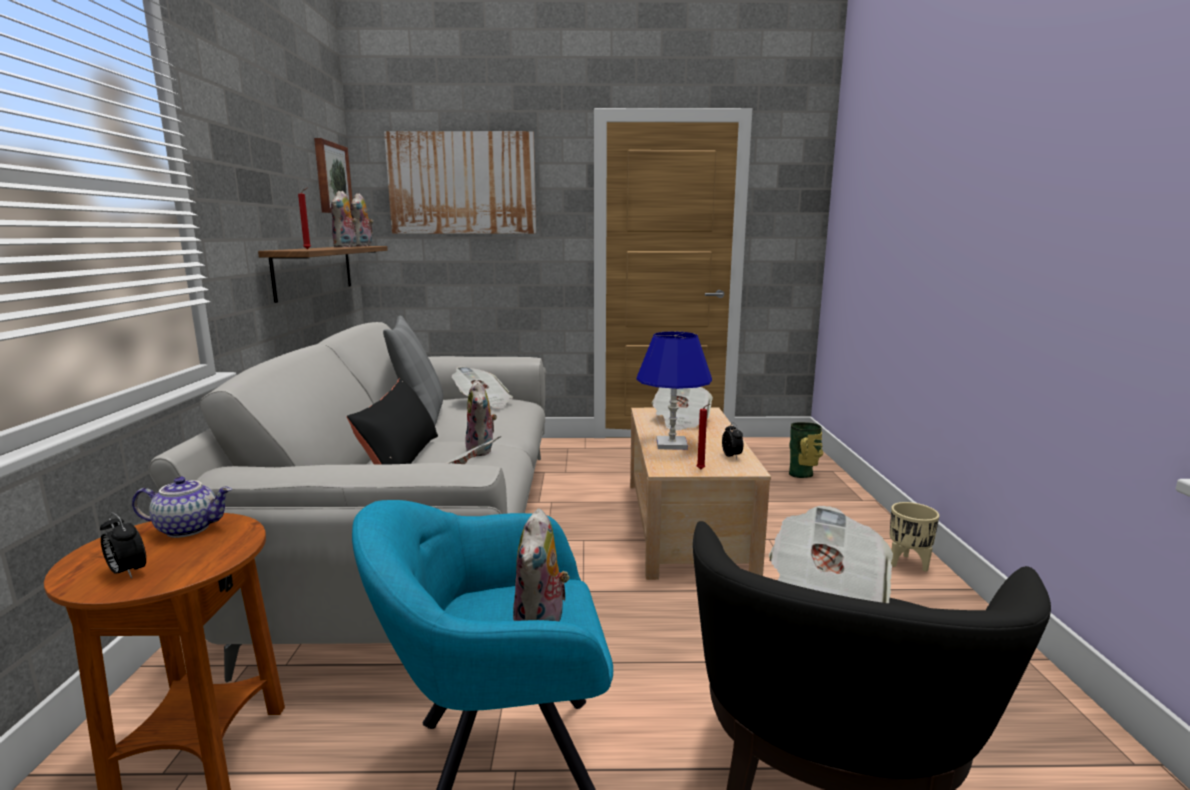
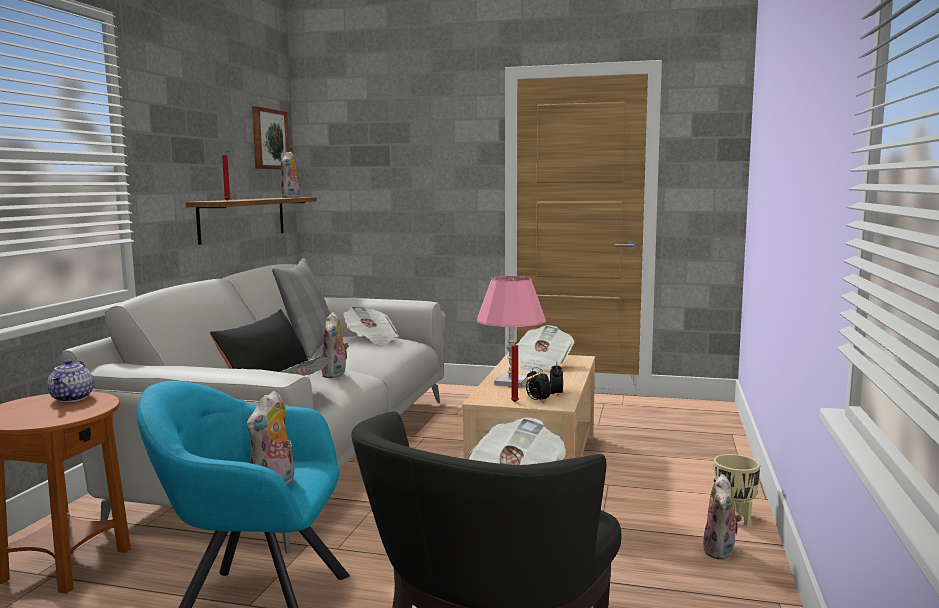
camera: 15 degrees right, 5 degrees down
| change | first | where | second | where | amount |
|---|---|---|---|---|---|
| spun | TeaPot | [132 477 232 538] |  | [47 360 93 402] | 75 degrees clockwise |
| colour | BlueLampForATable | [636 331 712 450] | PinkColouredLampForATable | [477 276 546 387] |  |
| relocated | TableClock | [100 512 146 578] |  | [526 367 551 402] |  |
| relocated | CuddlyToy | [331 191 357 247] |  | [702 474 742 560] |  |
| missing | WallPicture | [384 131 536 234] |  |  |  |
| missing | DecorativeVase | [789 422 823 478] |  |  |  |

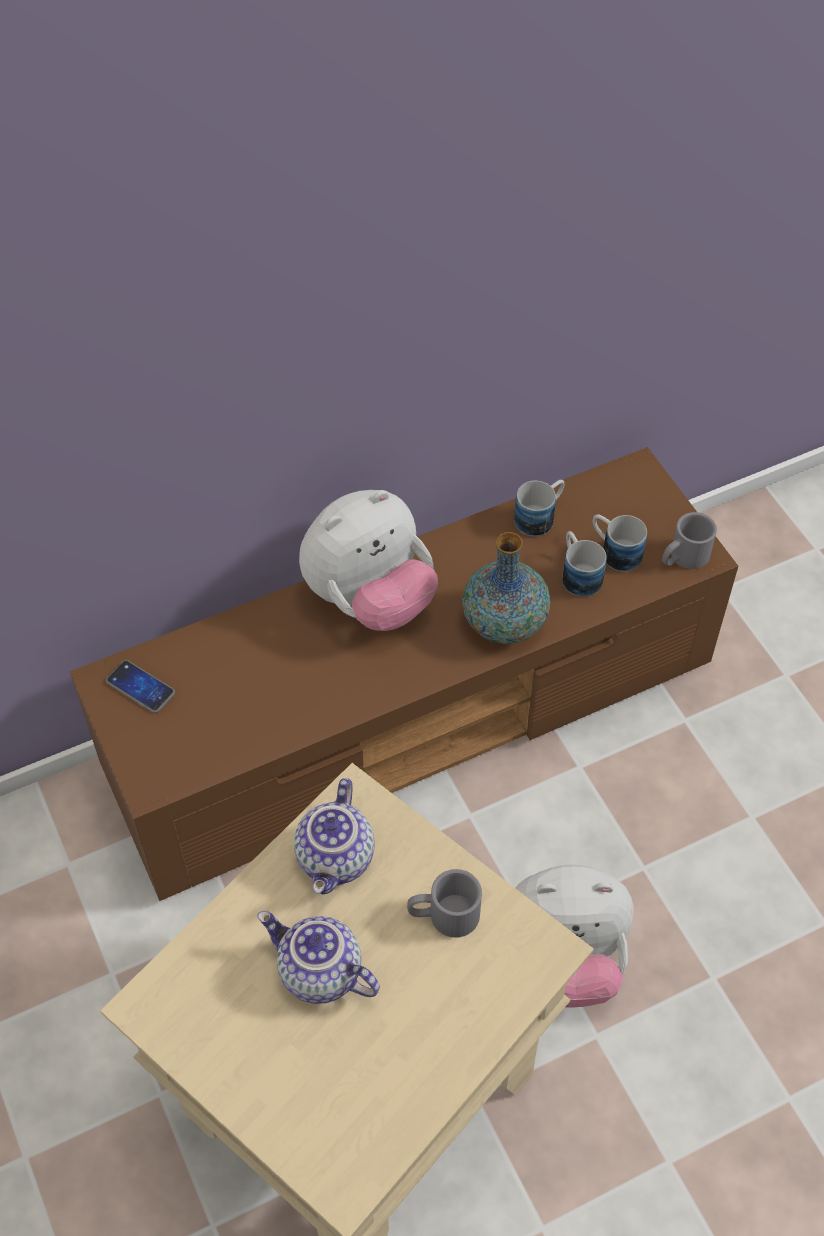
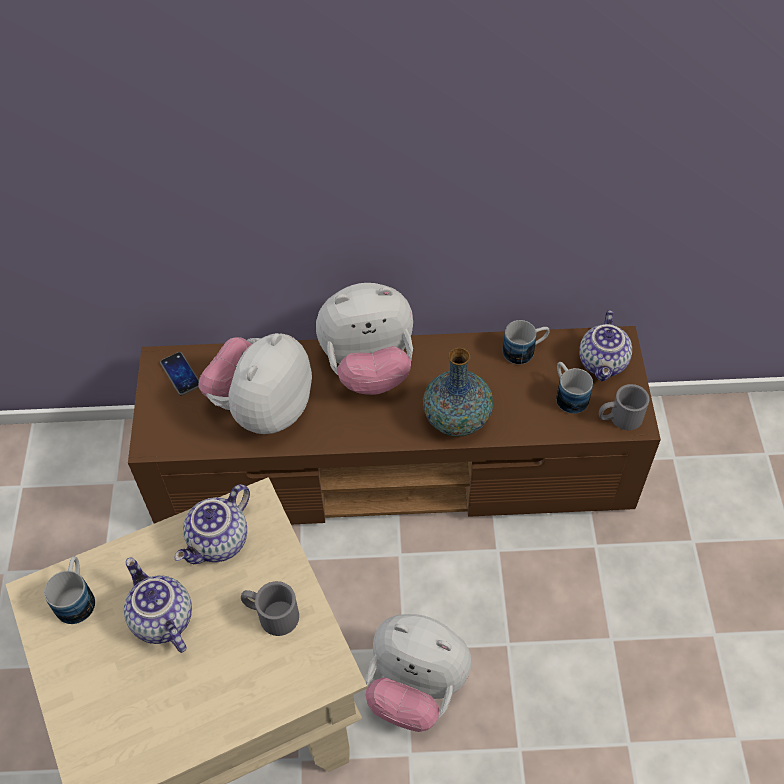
camera: 25 degrees right, 0 degrees up
| change | first | where | second | where | amount |
|---|---|---|---|---|---|
| relocated | Mug | [562 531 607 597] |  | [44 556 95 624] |  |
| appeared |  |  | CuddlyToy | [198 333 312 434] |  |
| appeared |  |  | TeaPot | [579 310 632 381] |  |

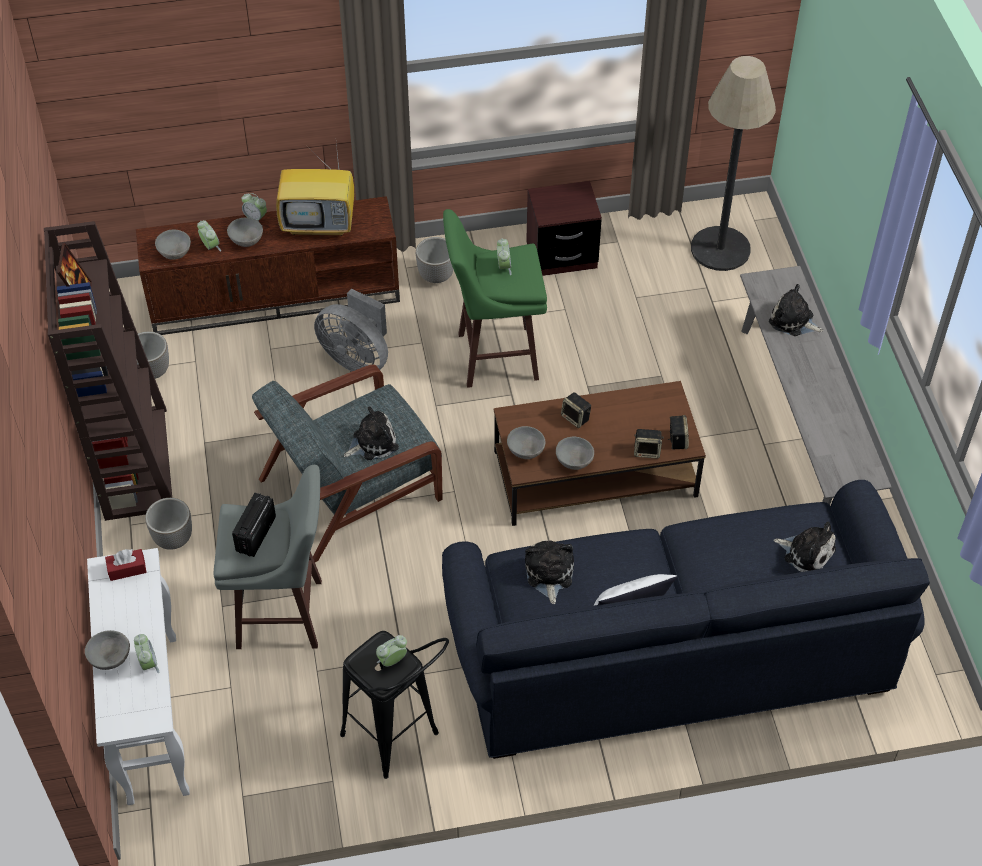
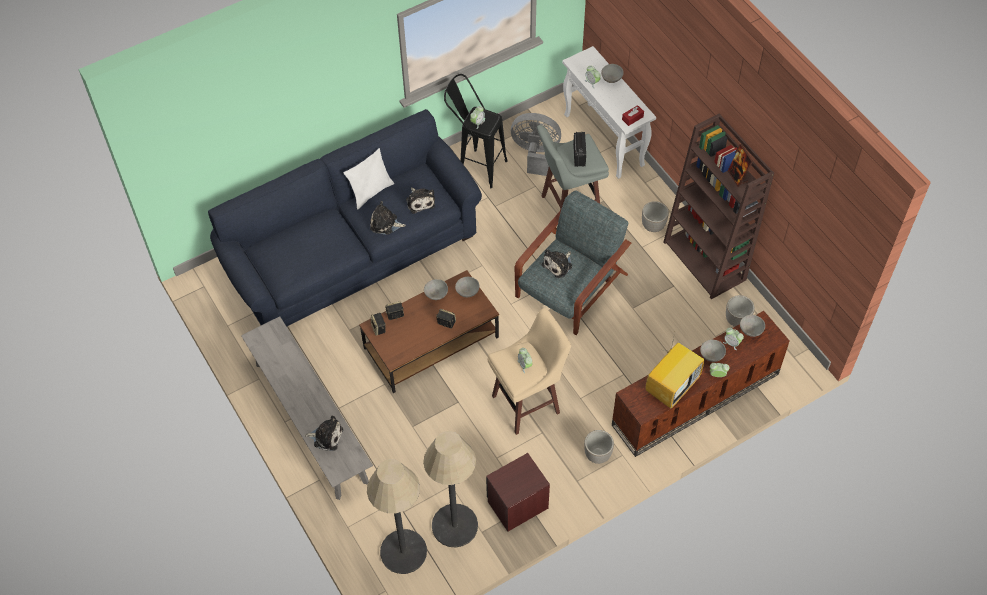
camera: 160 degrees right, 5 degrees up
| change | first | where | second | where | amount |
|---|---|---|---|---|---|
| relocated | CuddlyToy | [773 522 836 572] |  | [370 201 406 235] |  |
| appeared |  |  | StandardLamp | [423 431 478 548] |  |
| colour | GreenColouredStoolSeat | [443 209 547 388] | BeigeColouredStoolSeat | [488 308 571 435] |  |
| relocated | GreyishElectricFan | [314 288 388 372] |  | [511 113 561 176] |  |
| spun | Tv | [276 144 354 236] |  | [646 333 704 409] | 150 degrees clockwise |

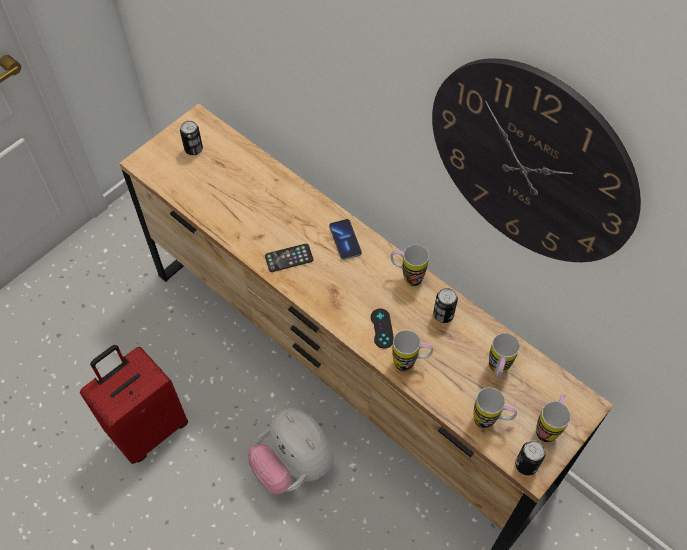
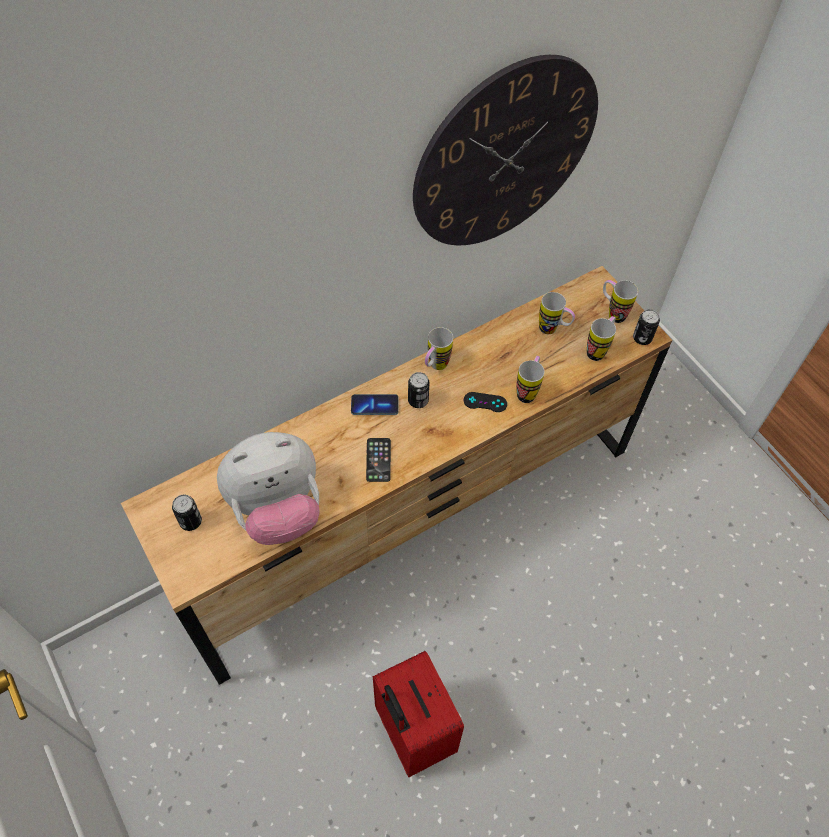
camera: 75 degrees left, 0 degrees up
| change | first | where | second | where | amount |
|---|---|---|---|---|---|
| relocated | CuddlyToy | [248 408 334 495] |  | [217 432 319 545] |  |
| relocated | Can | [433 288 458 323] |  | [408 372 430 408] |  |

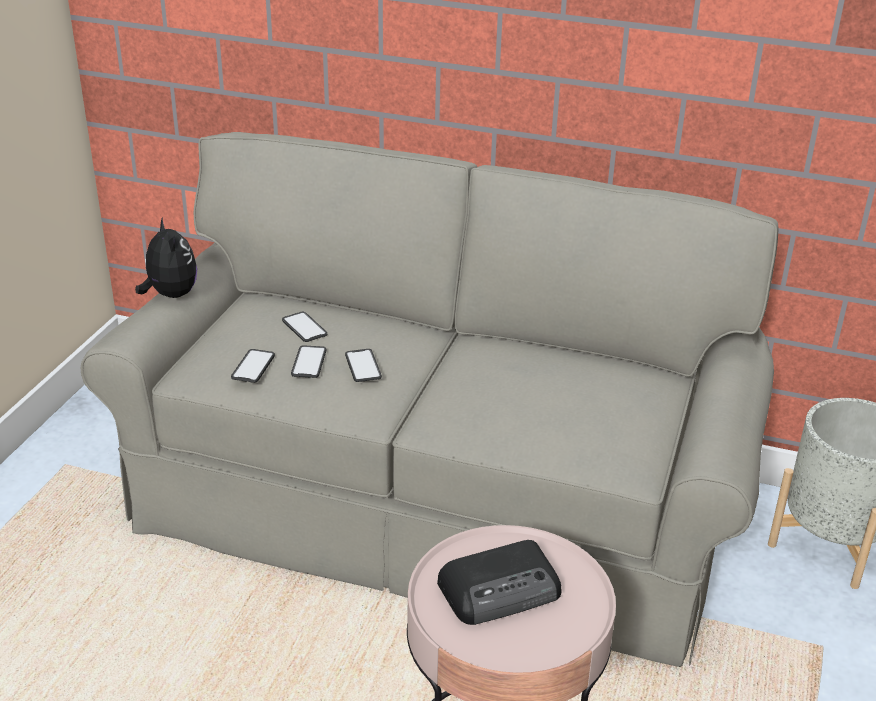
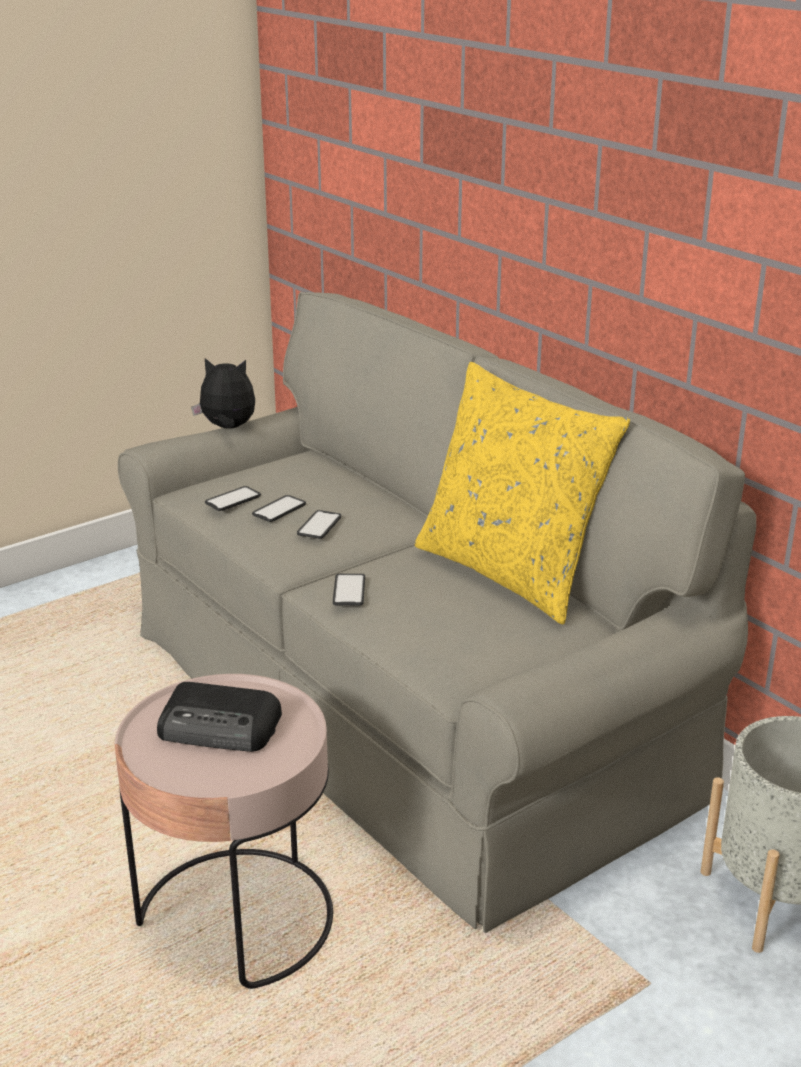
camera: 35 degrees right, 5 degrees down
| change | first | where | second | where | amount |
|---|---|---|---|---|---|
| spun | CuddlyToy | [135 217 197 298] |  | [191 358 255 428] | 90 degrees counterclockwise |
| relocated | Phone | [282 312 327 342] |  | [333 574 365 606] |  |
| appeared |  |  | YellowColouredPillow | [415 362 630 625] |  |

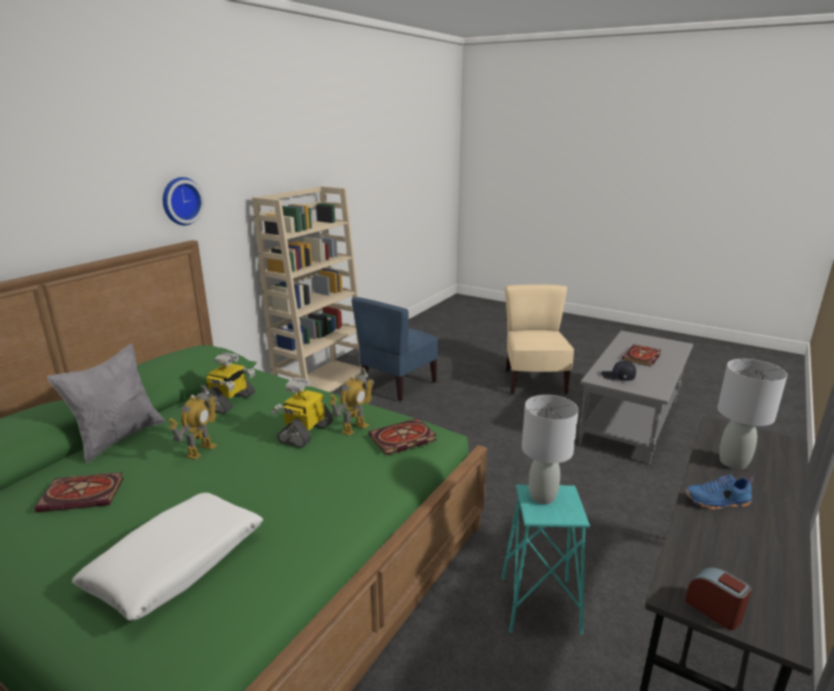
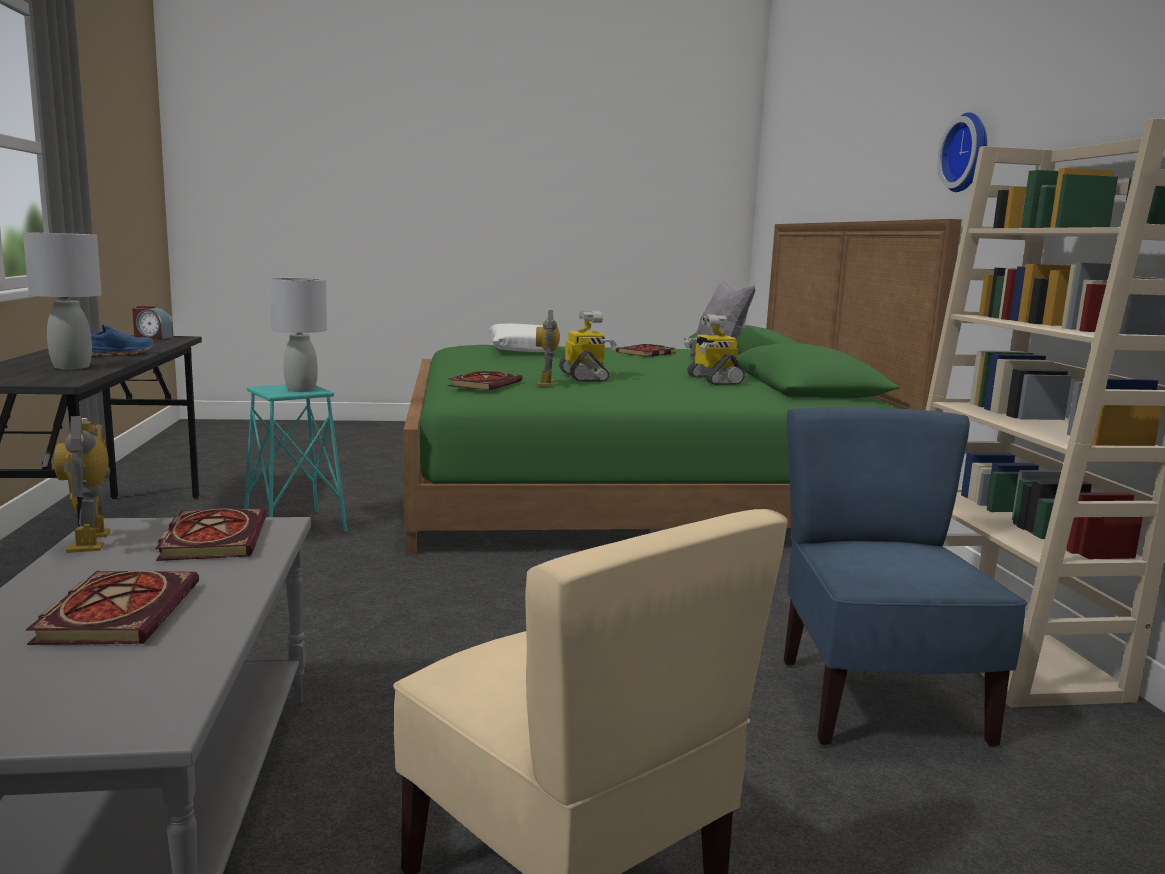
camera: 140 degrees right, 10 degrees down
| change | first | where | second | where | amount |
|---|---|---|---|---|---|
| relocated | ToyRobot | [169 384 218 460] |  | [54 416 110 553] |  |
| exchanged | BlackishBaseballCap | [601 361 636 381] | Book | [155 508 266 561] |  |

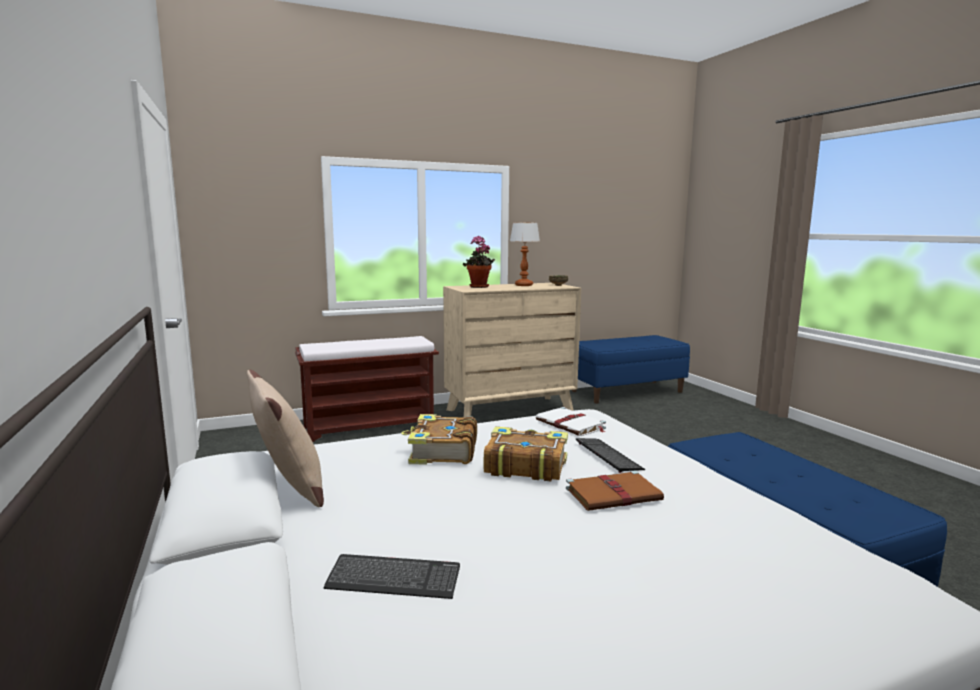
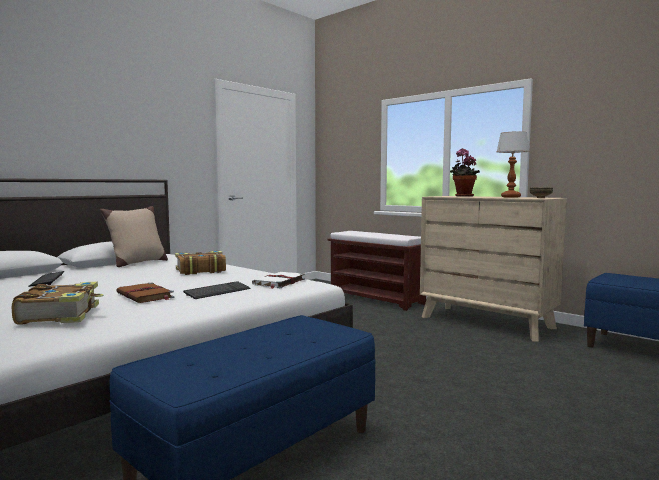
camera: 65 degrees right, 5 degrees down
| change | first | where | second | where | amount |
|---|---|---|---|---|---|
| relocated | Book | [484 427 568 482] |  | [12 282 103 325] |  |

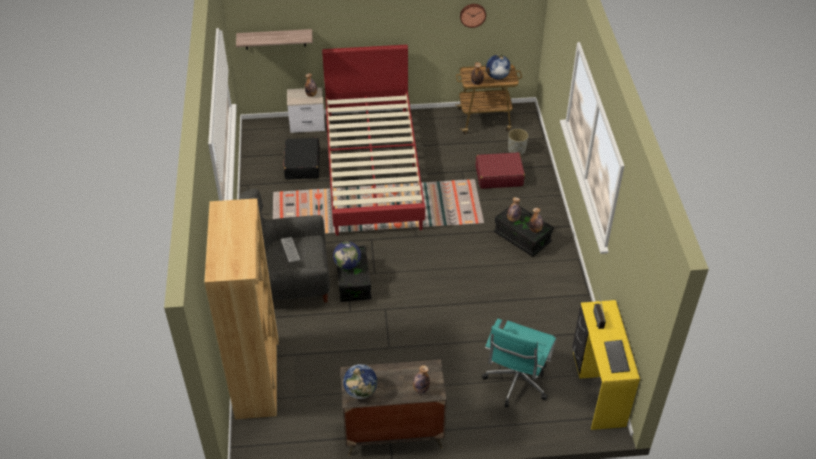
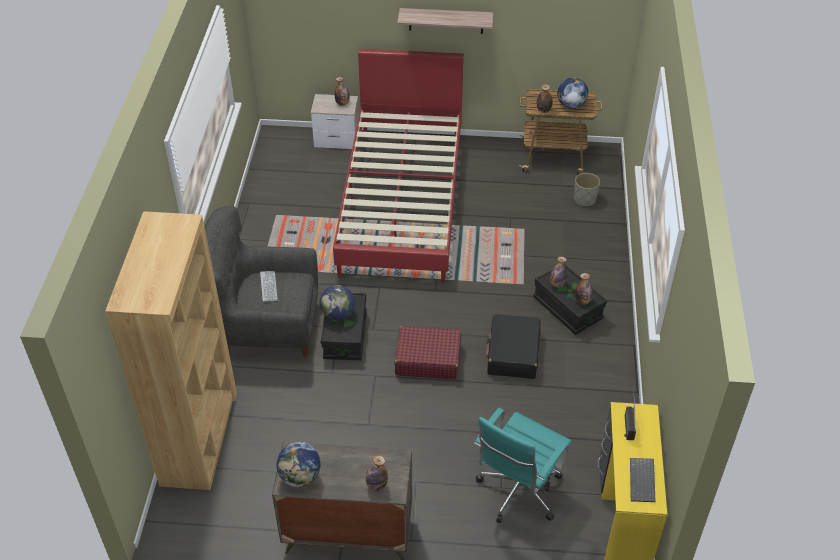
camera: 10 degrees right, 0 degrees up
| change | first | where | second | where | amount |
|---|---|---|---|---|---|
| relocated | RedColouredSuitcase | [475 152 525 189] |  | [395 326 461 379] |  |
| relocated | BracketShelf | [236 29 313 50] |  | [397 8 493 34] |  |
| relocated | BlackishSuitcase | [282 138 320 179] |  | [486 314 541 379] |  |
| missing | HangingClock | [460 4 486 28] |  |  |  |

